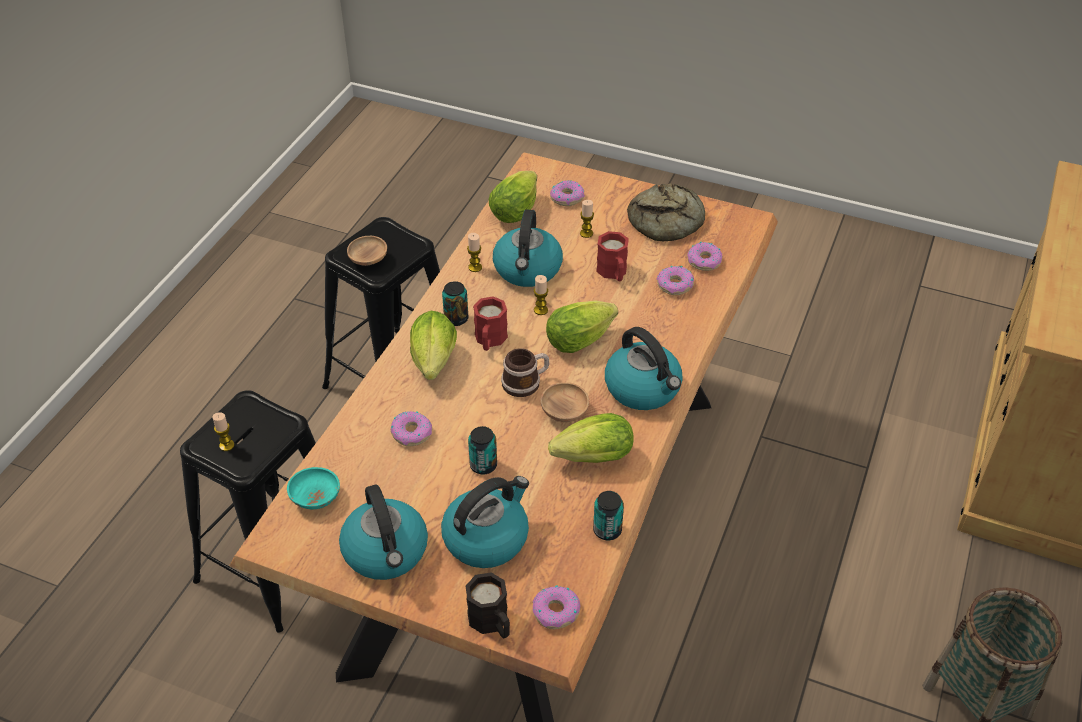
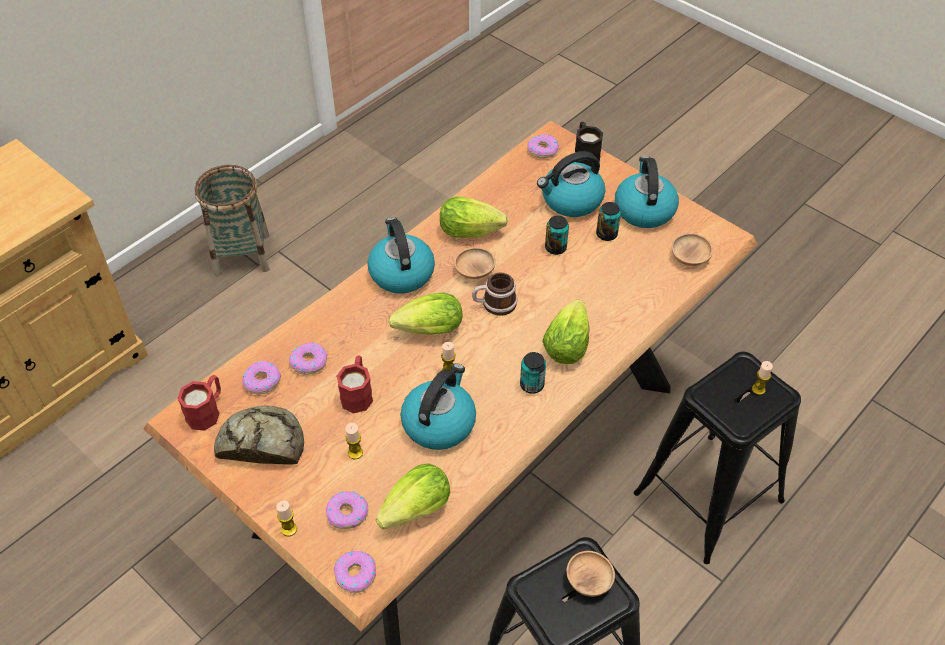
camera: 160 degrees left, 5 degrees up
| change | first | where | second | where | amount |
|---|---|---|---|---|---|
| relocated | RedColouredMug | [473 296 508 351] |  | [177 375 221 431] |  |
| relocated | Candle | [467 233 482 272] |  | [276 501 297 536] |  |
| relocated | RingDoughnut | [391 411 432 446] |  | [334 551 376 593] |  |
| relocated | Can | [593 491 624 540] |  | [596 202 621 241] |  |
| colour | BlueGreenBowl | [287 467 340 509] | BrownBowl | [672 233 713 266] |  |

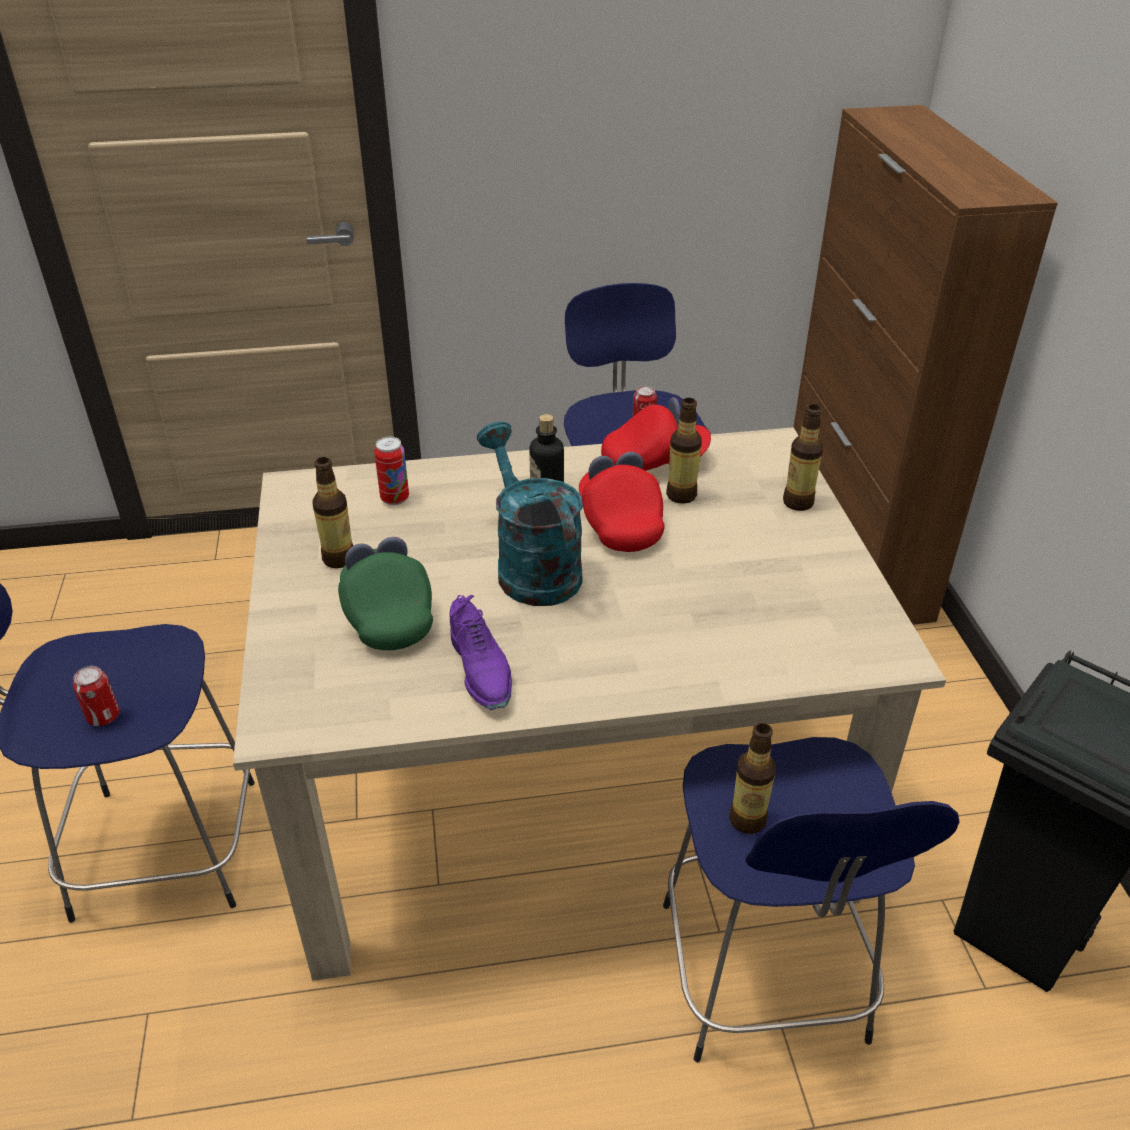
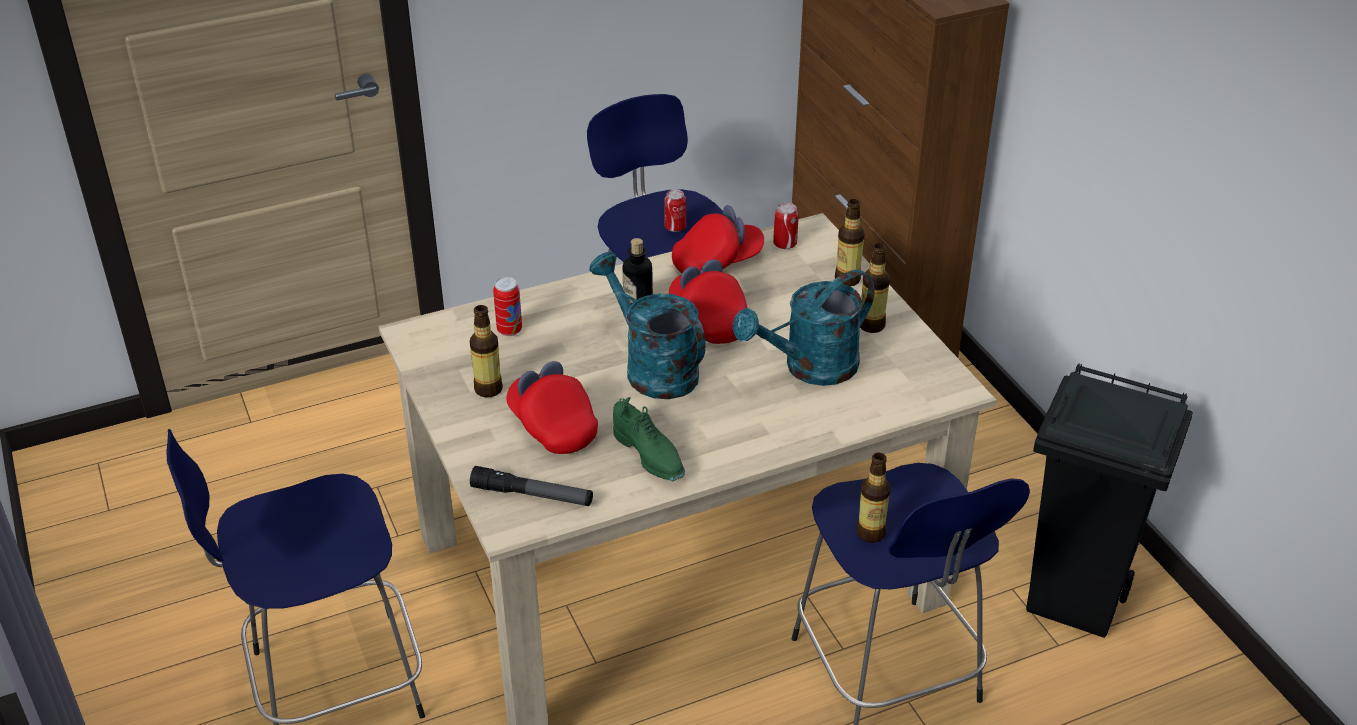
camera: 15 degrees left, 0 degrees up
| change | first | where | second | where | amount |
|---|---|---|---|---|---|
| appeared |  |  | Flashlight | [470 466 593 506] |  |
| colour | GreenColouredBaseballCap | [338 537 433 650] | RedColouredBaseballCap | [506 361 598 454] |  |
| colour | PurpleColouredLowShoe | [449 595 512 710] | GreenColouredLowShoe | [613 397 685 482] |  |
| appeared |  |  | BlueGreenWateringPot | [732 270 875 386] |  |
| relocated | Can | [73 666 120 726] |  | [773 203 799 249] |  |
| relocated | BeverageBottle | [666 398 702 504] |  | [860 243 890 333] |  |

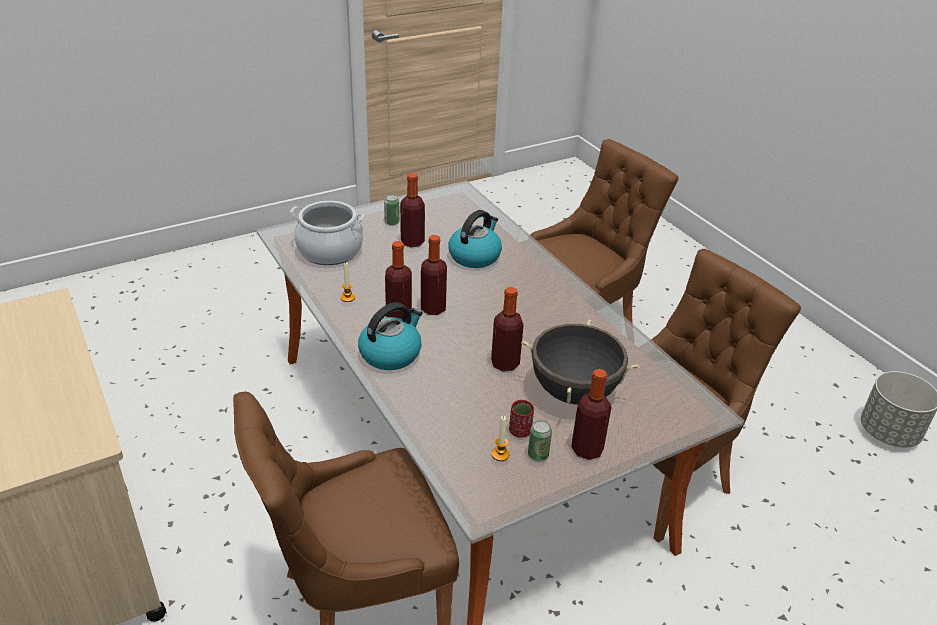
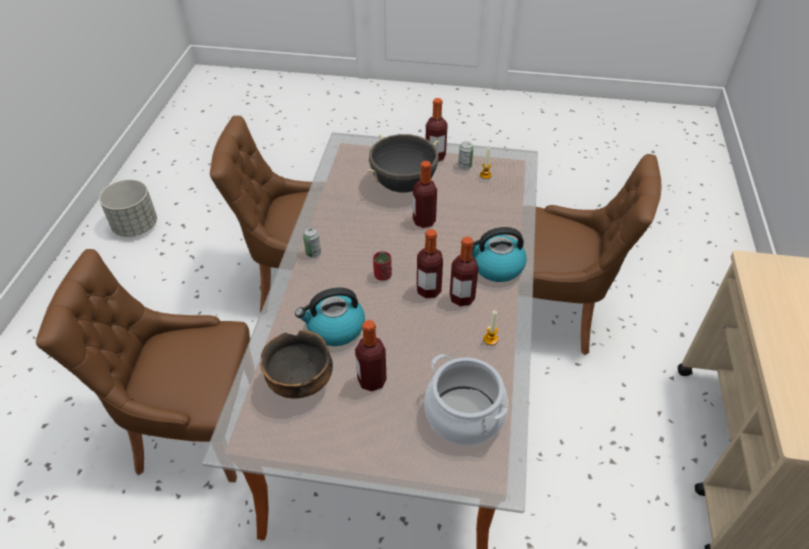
camera: 140 degrees left, 10 degrees up
| change | first | where | second | where | amount |
|---|---|---|---|---|---|
| appeared |  |  | Bowl | [260 330 333 399] |  |
| relocated | Can | [384 195 400 225] |  | [303 227 321 258] |  |
| relocated | RedColouredCup | [509 400 534 438] |  | [373 251 392 281] |  |

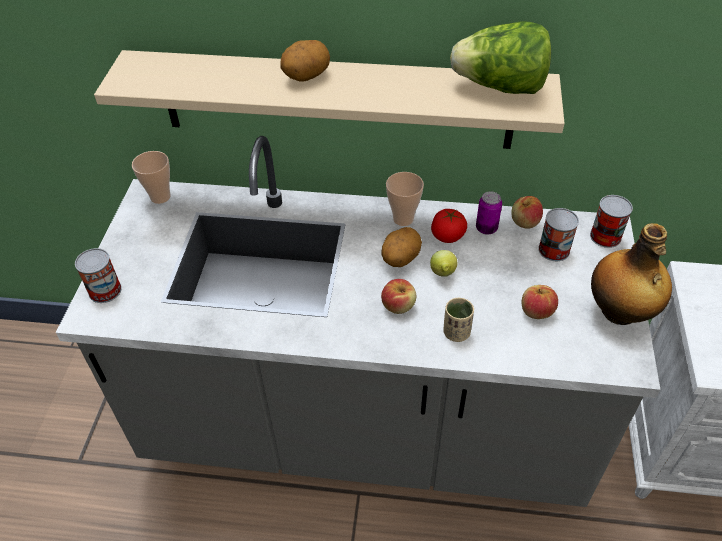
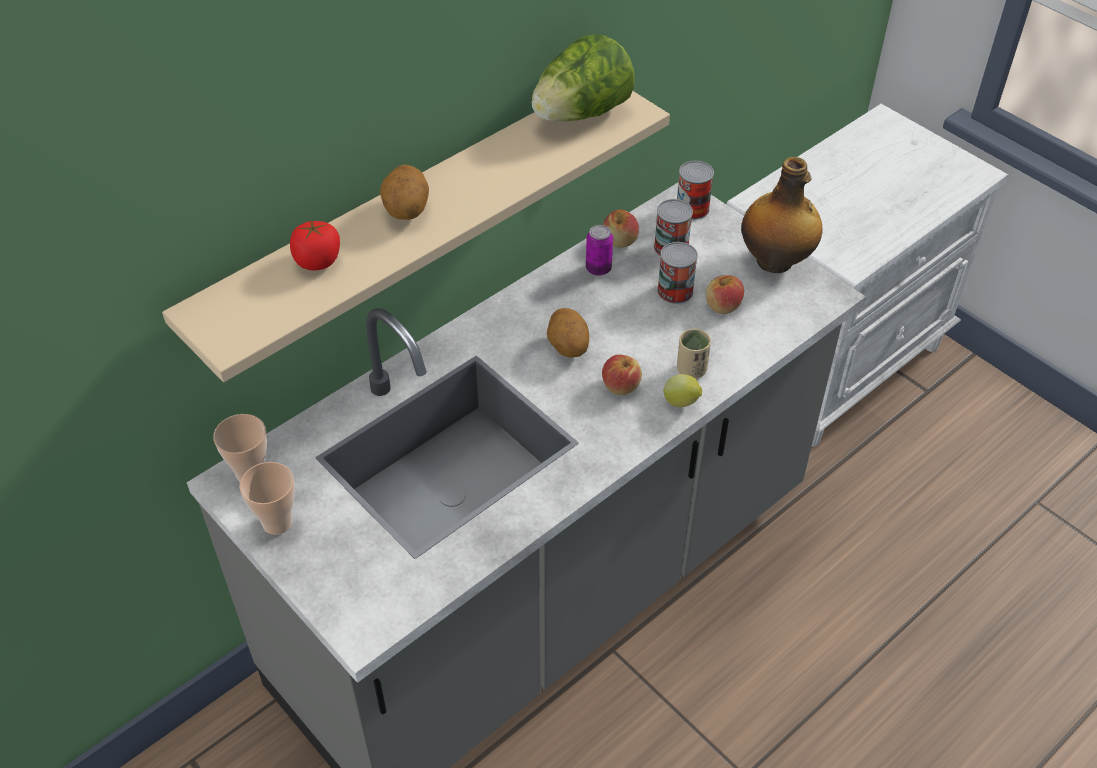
camera: 50 degrees left, 0 degrees up
| change | first | where | second | where | amount |
|---|---|---|---|---|---|
| relocated | Cup | [386 172 424 226] |  | [240 462 295 535] |  |
| relocated | Tomato | [431 209 467 243] |  | [290 219 340 270] |  |
| relocated | Can | [75 248 122 303] |  | [657 242 698 304] |  |
| relocated | CitrusFruit | [430 250 457 277] |  | [664 374 702 407] |  |

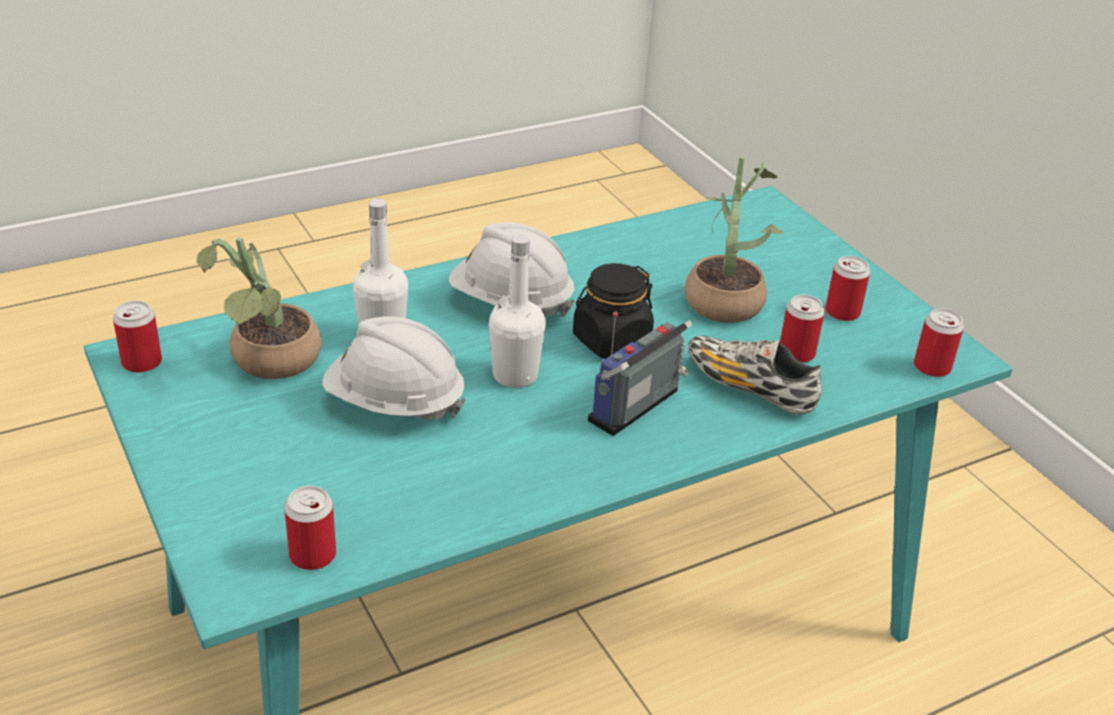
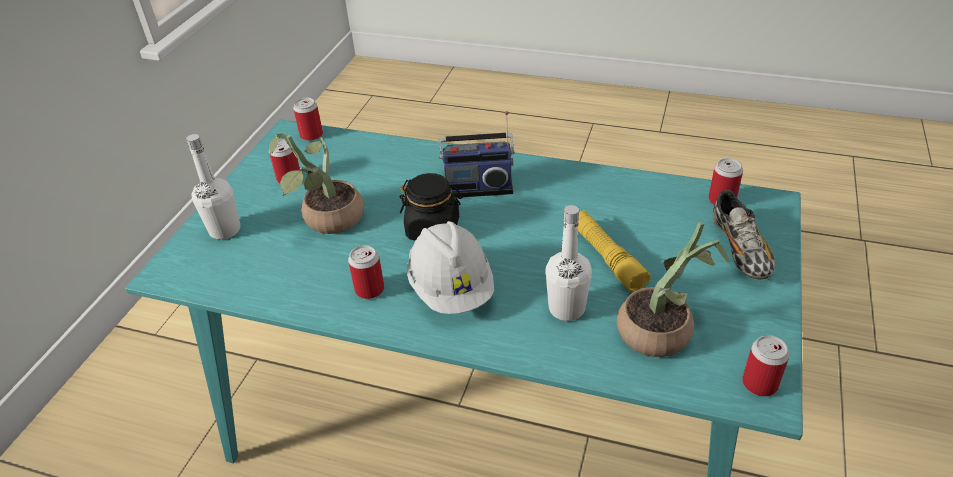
camera: 130 degrees left, 5 degrees up
| change | first | where | second | where | amount |
|---|---|---|---|---|---|
| relocated | WhitishBeverageBottle | [489 234 546 388] |  | [186 134 240 240] |  |
| relocated | Can | [780 295 825 363] |  | [348 245 384 299] |  |
| exchanged | WhitishHardHat | [322 317 466 420] | YellowColouredFlashlight | [578 210 651 293] |  |
| relocated | LowShoe | [688 336 822 415] |  | [713 190 775 280] |  |

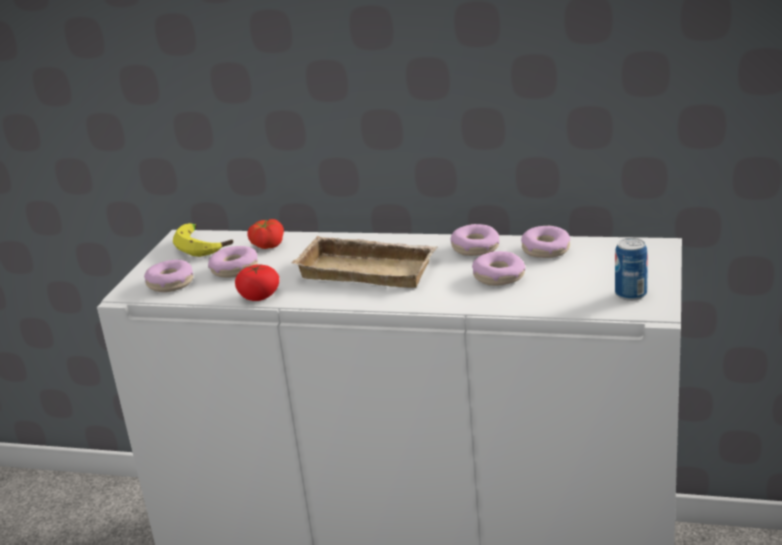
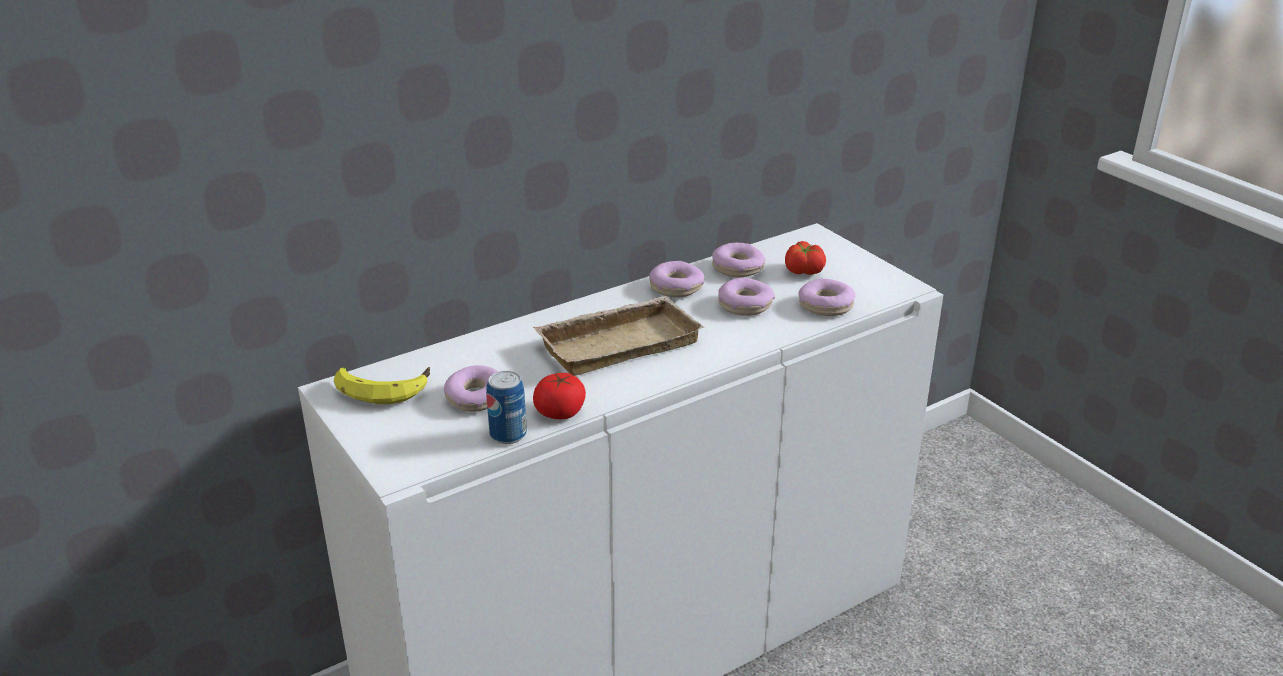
camera: 50 degrees left, 5 degrees up
| change | first | where | second | where | amount |
|---|---|---|---|---|---|
| relocated | Can | [615 238 648 301] |  | [486 371 527 444] |  |
| relocated | Tomato | [247 219 284 249] |  | [785 241 826 275] |  |
| relocated | RingDoughnut | [144 260 193 292] |  | [798 279 856 316] |  |

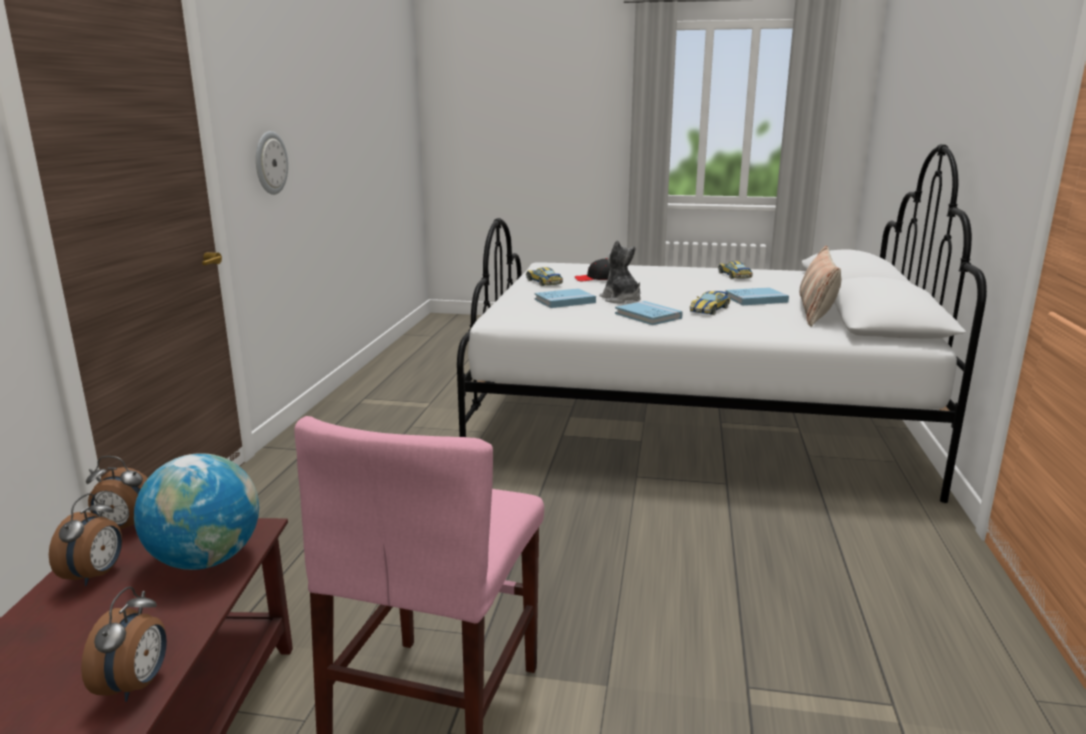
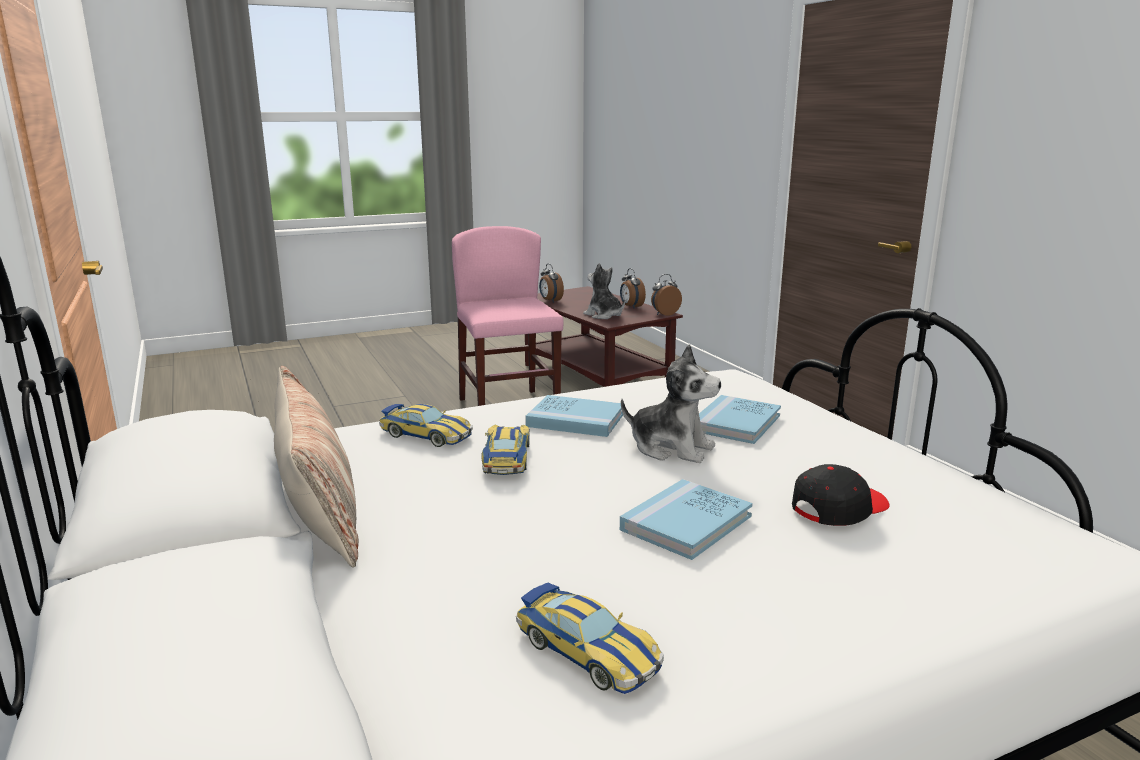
camera: 145 degrees right, 0 degrees up
| change | first | where | second | where | amount |
|---|---|---|---|---|---|
| relocated | ModelCar | [526 267 563 286] |  | [379 404 473 447] |  |
| exchanged | DeskGlobe | [134 453 259 570] | CuddlyToy | [583 263 625 319] |  |
| relocated | BlueBook | [725 287 789 305] |  | [620 479 753 560] |  |
| missing | HangingClock | [256 131 288 195] |  |  |  |

